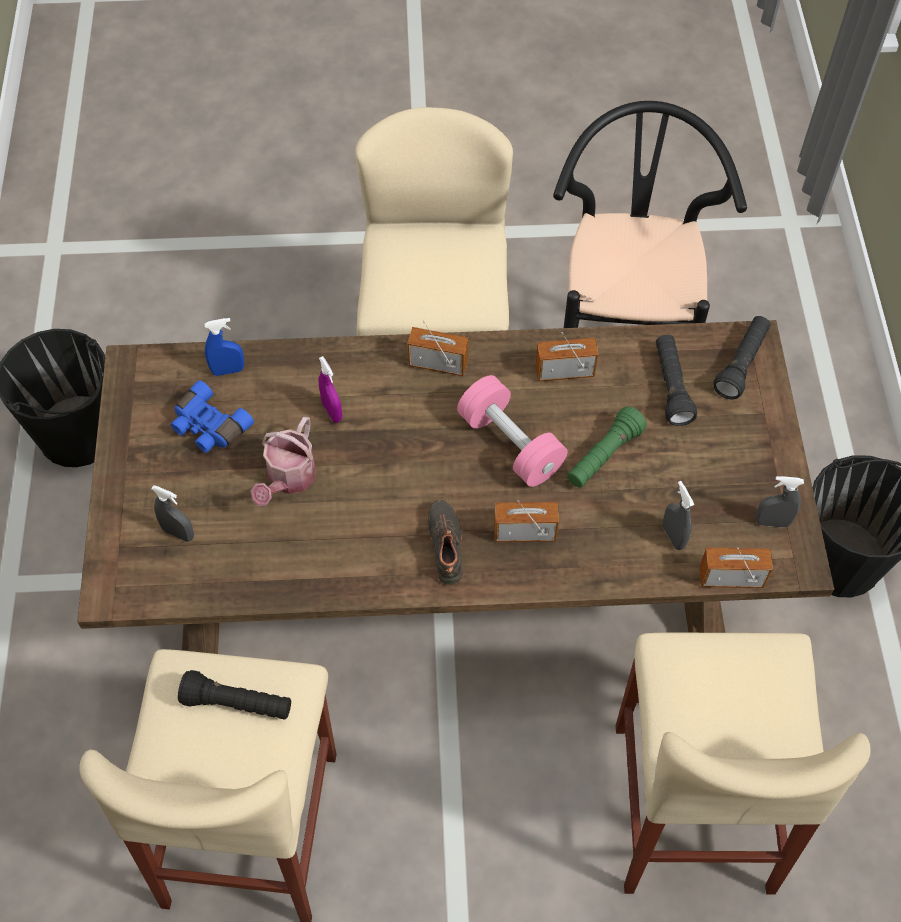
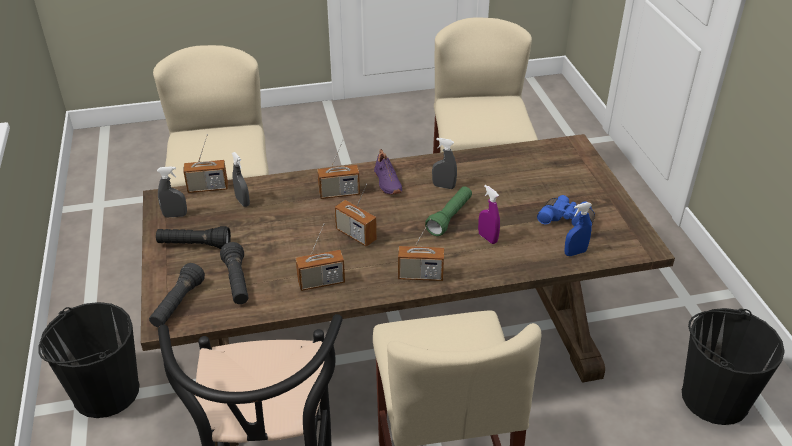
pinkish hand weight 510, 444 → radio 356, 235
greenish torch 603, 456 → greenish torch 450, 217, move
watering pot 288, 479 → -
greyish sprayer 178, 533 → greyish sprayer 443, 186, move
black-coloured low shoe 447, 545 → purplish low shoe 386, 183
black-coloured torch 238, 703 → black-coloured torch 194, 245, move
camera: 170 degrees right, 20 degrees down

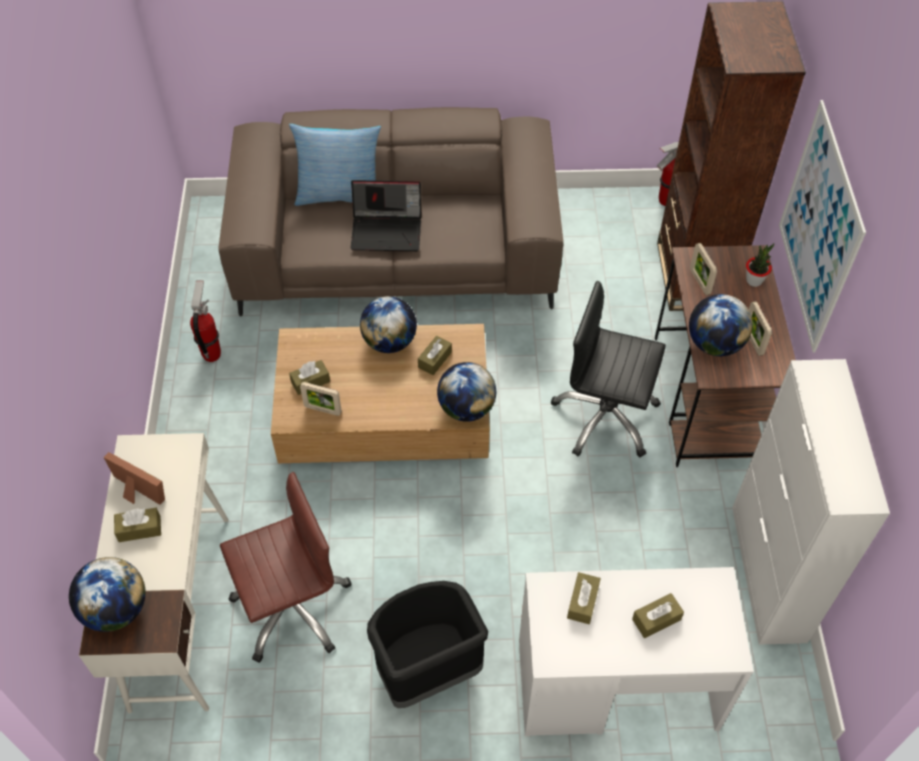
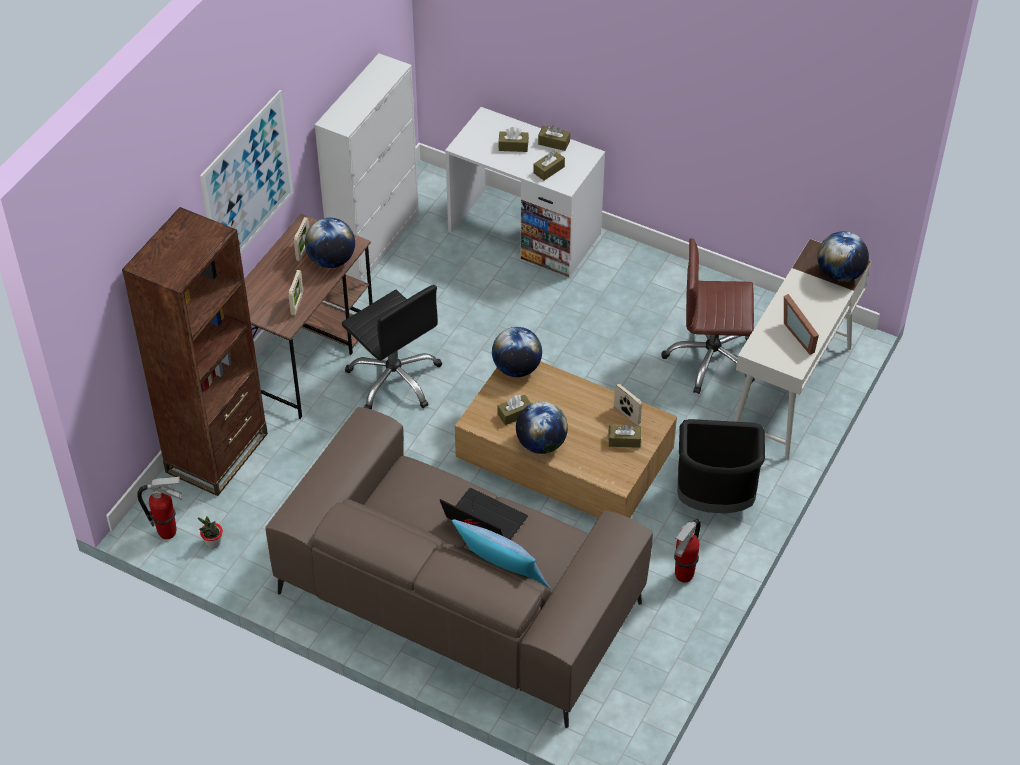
potted plant 754, 280 → potted plant 213, 543, move
brown-coloured tissue box 139, 529 → brown-coloured tissue box 554, 143, move
black-coloured waste bin 427, 670 → black-coloured waste bin 715, 500, move
camera: 150 degrees left, 5 degrees down

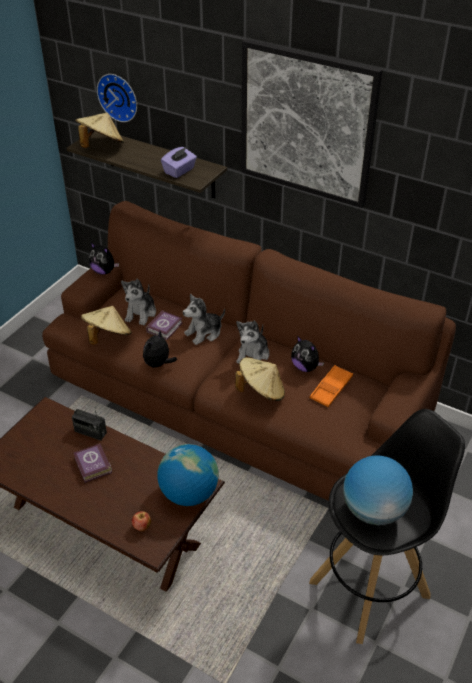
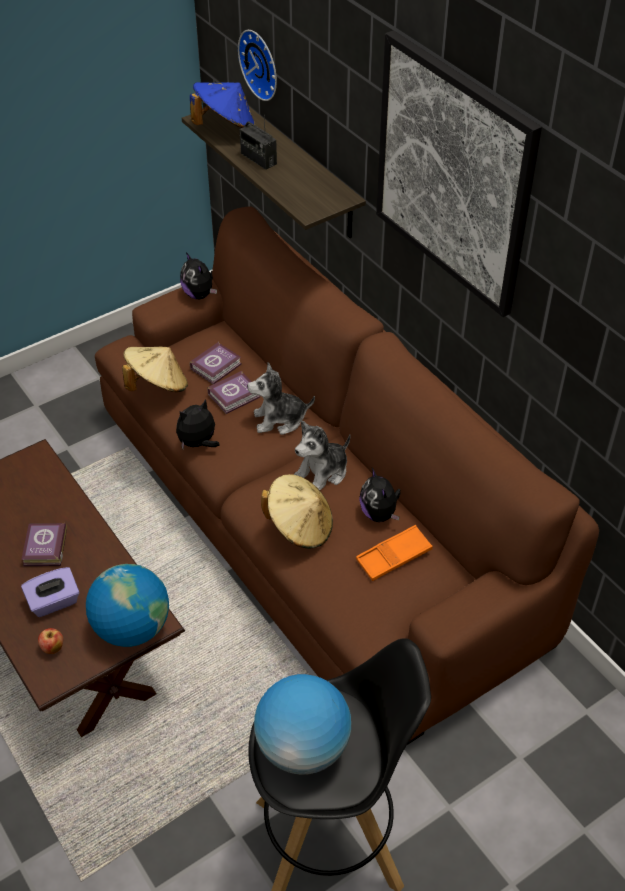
beige clothing hat 101, 146 → bluish clothing hat 225, 126
purplish tissue box 179, 171 → purplish tissue box 54, 602, move
plush toy 141, 313 → bound book 217, 366
radio 90, 432 → radio 258, 159, move
camera: 25 degrees right, 5 degrees up

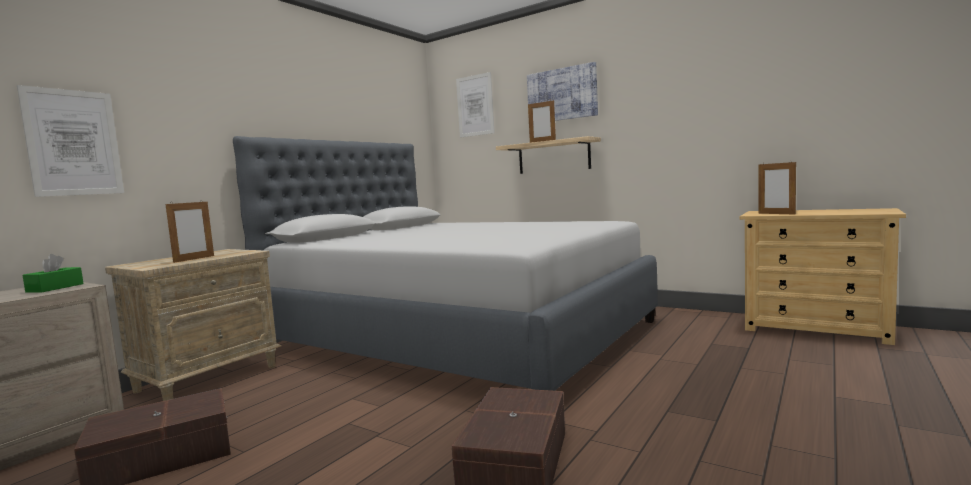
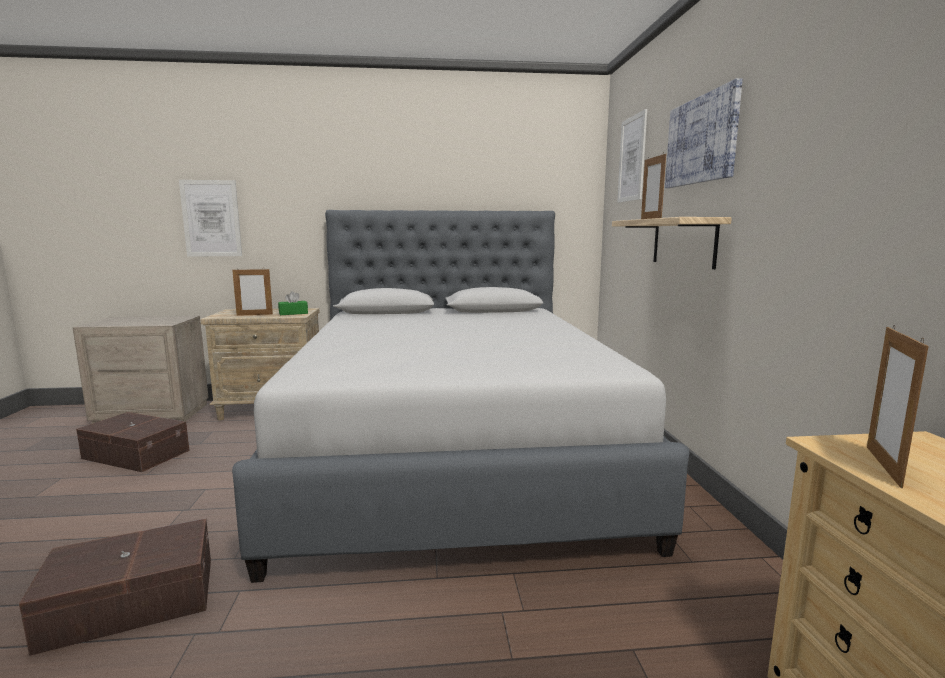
greenish tissue box 55, 288 → greenish tissue box 293, 313, move
camera: 50 degrees right, 5 degrees up

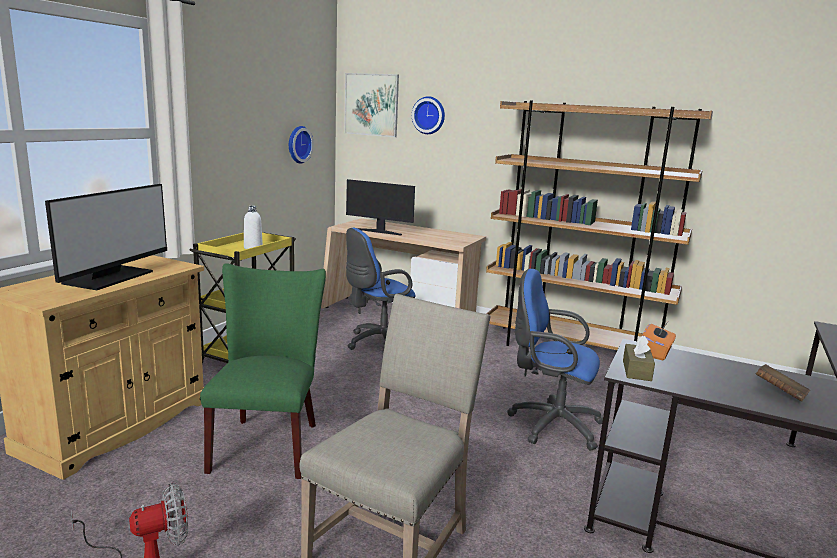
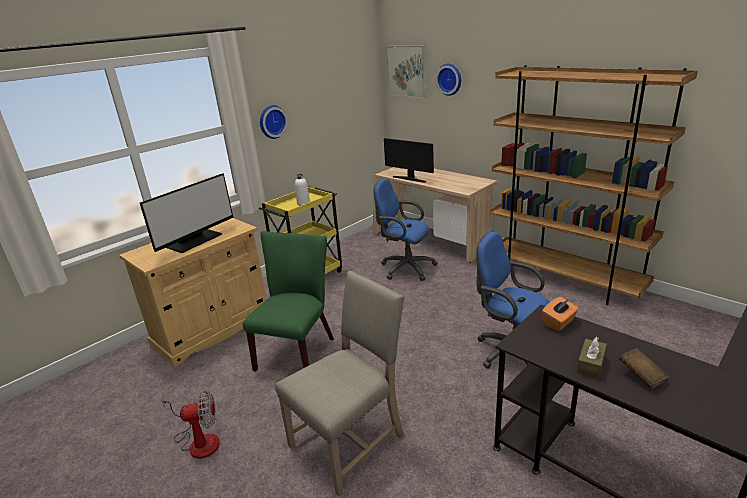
wall clock 298, 144 → wall clock 272, 121, move
bluish computer chair 378, 343 → bluish computer chair 405, 268, 45 degrees clockwise
brown-coloured tissue box 636, 370 → brown-coloured tissue box 590, 365, move
camera: 20 degrees right, 10 degrees up

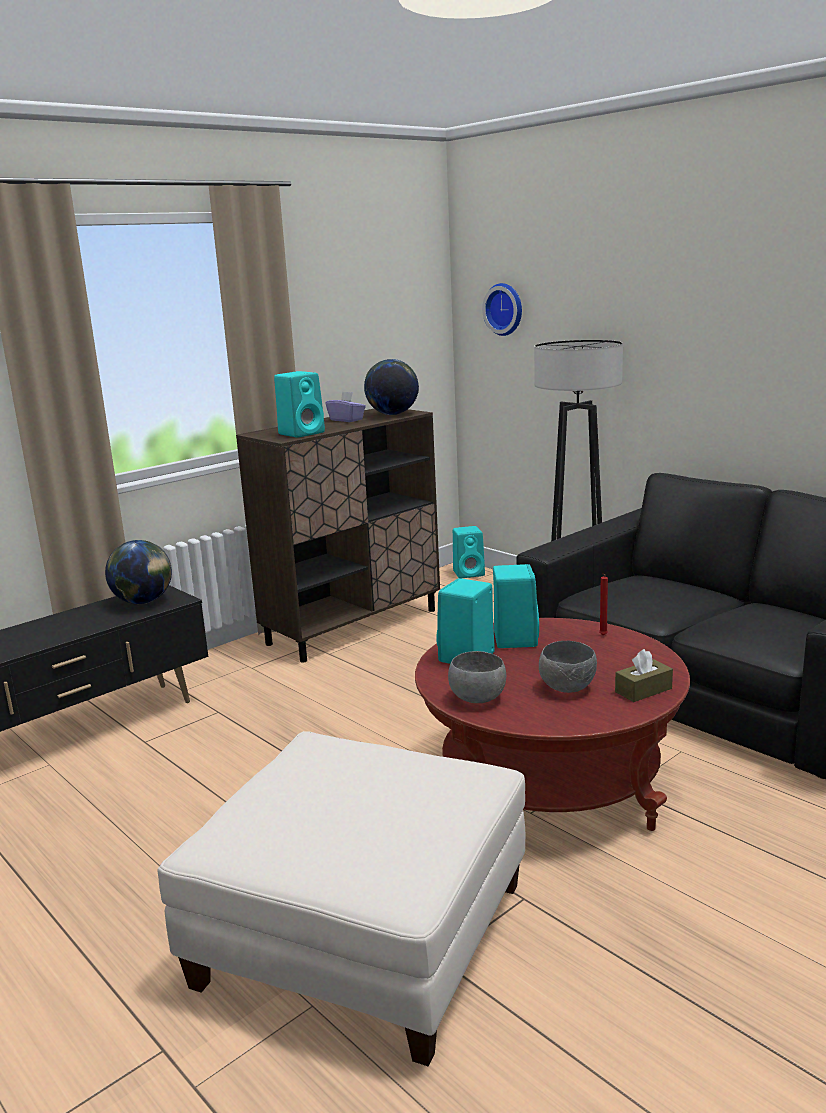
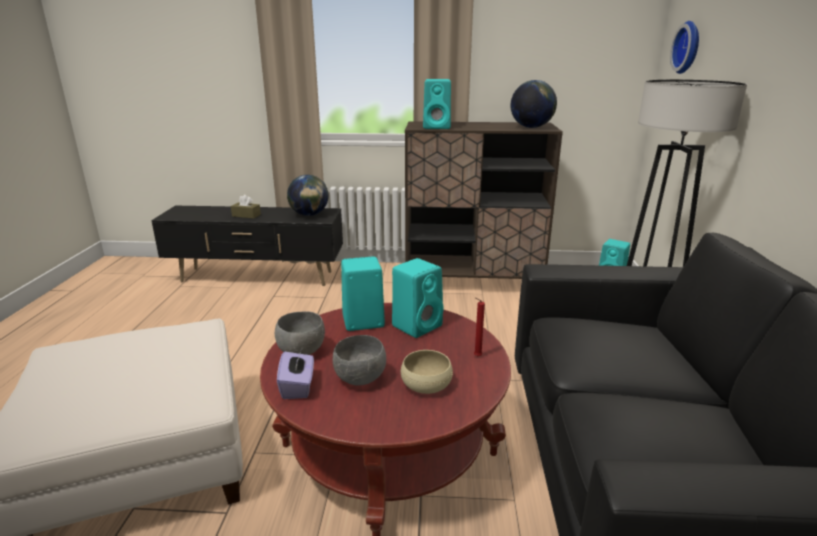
purplish tissue box 346, 420 → purplish tissue box 298, 387, move
brown-coloured tissue box 643, 690 → brown-coloured tissue box 246, 215, move
- → beige deep dish 426, 384
camera: 45 degrees right, 5 degrees up

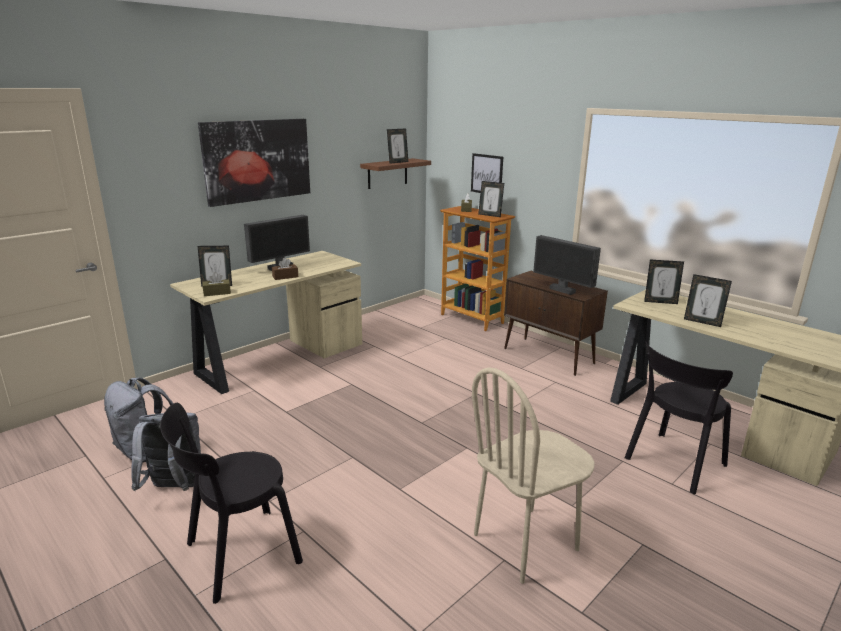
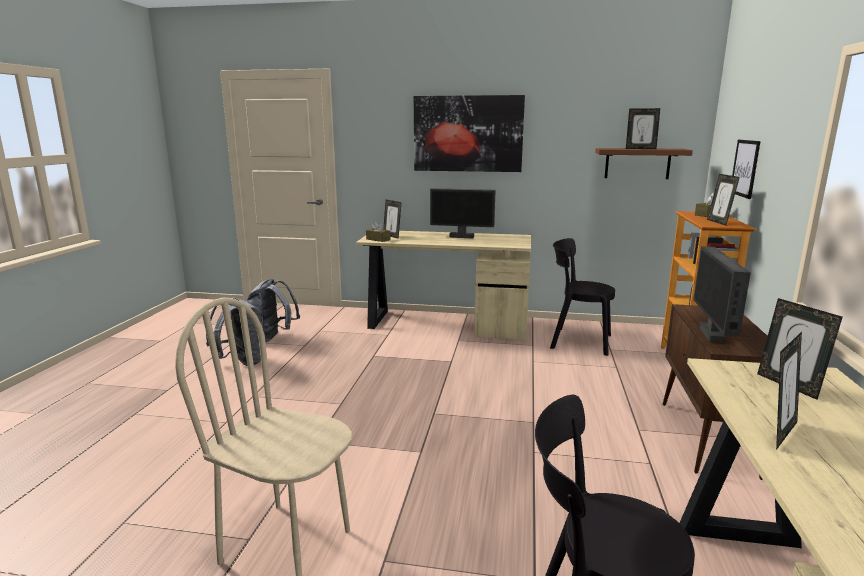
brown-coloured tissue box 285, 276 → -
picture frame 702, 322 → picture frame 780, 433, 135 degrees counterclockwise
black-coloured plain chair 237, 555 → black-coloured plain chair 577, 341, move
camera: 55 degrees right, 5 degrees down

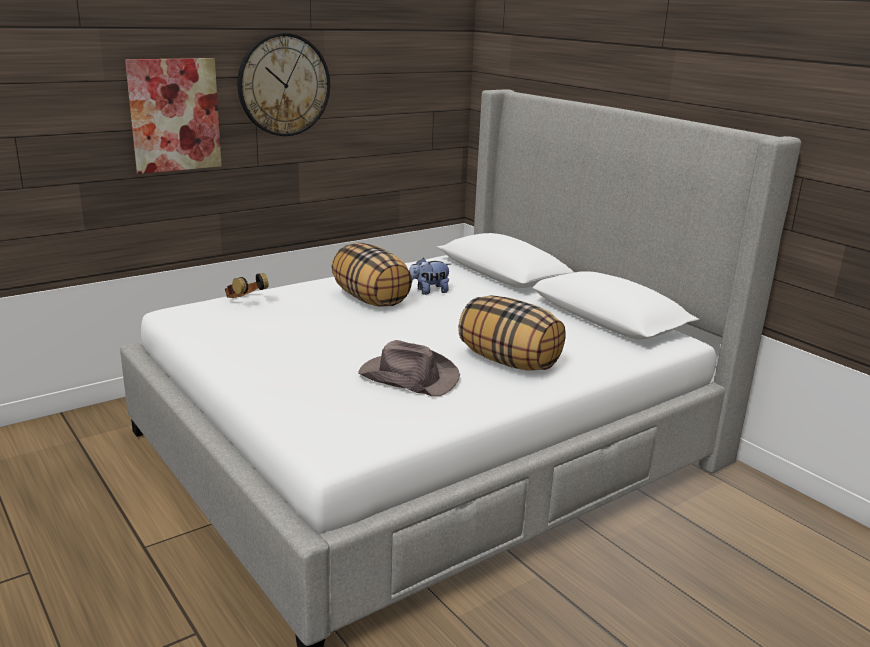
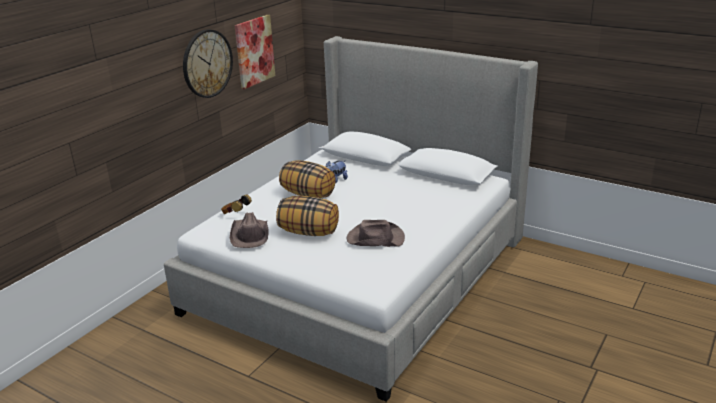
wall art 174, 115 → wall art 254, 51, move
pillow 509, 361 → pillow 309, 232, move
- → brown-coloured clothing hat 250, 235
camera: 20 degrees left, 5 degrees up

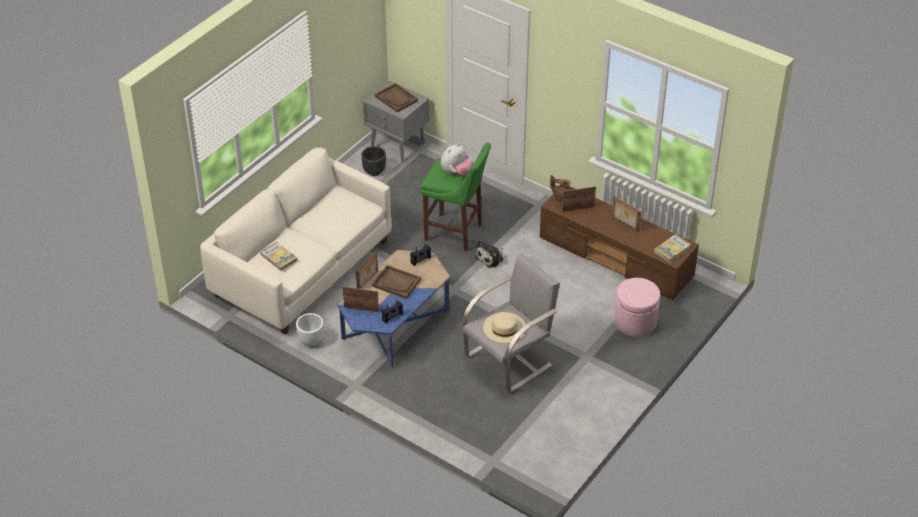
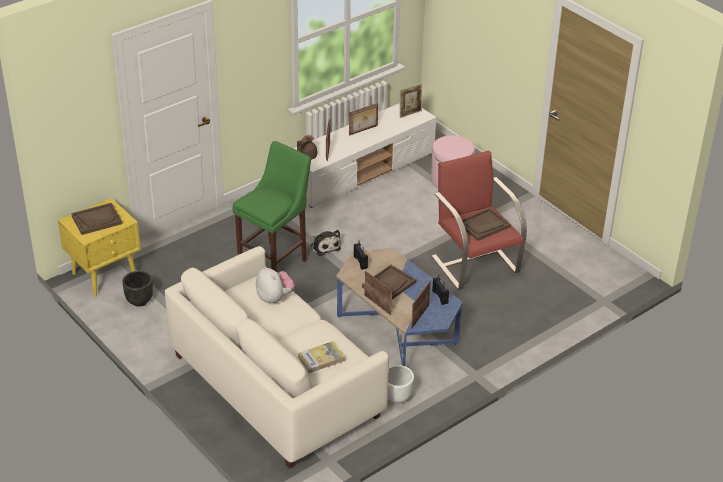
greyish bedside table 398, 146 → yellowish bedside table 105, 275
plush toy 457, 173 → plush toy 274, 298, move
brown-coloured tv stand 616, 258 → white tv stand 362, 171
bound book 672, 249 → picture frame 410, 113
greyish lounge chair 509, 360 → red lounge chair 474, 264
beige clothing hat 504, 327 → brown-coloured serving tray 483, 225
camera: 75 degrees left, 5 degrees down

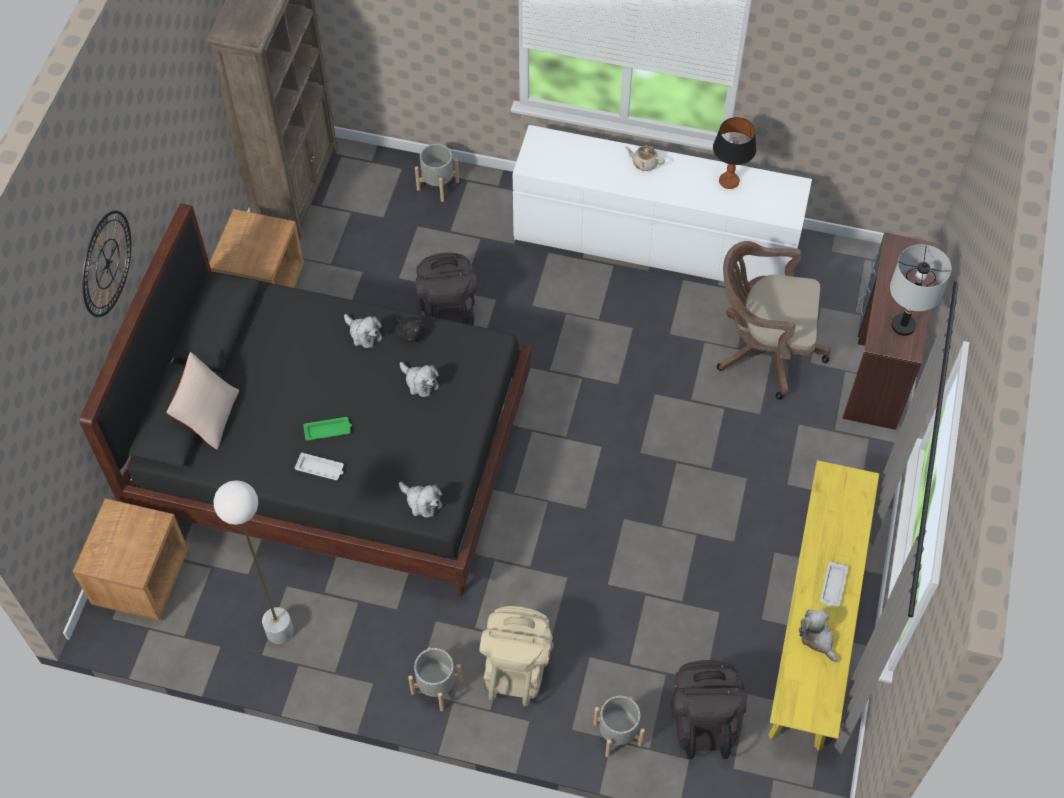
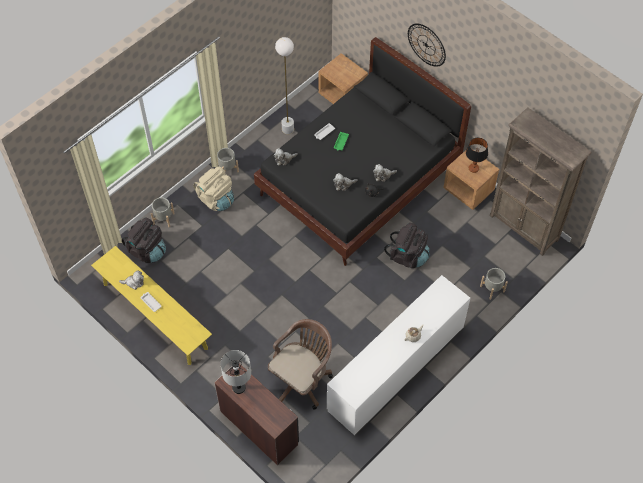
tabletop lamp 729, 182 → tabletop lamp 473, 168, move
beige pillow 208, 416 → -
camera: 120 degrees right, 0 degrees up

